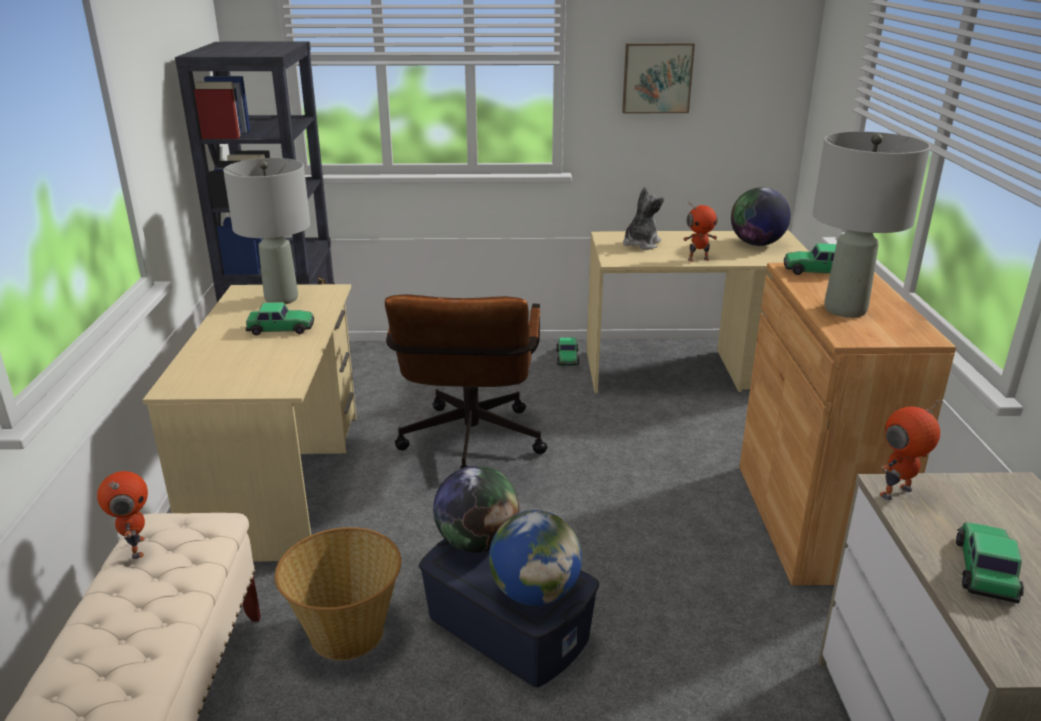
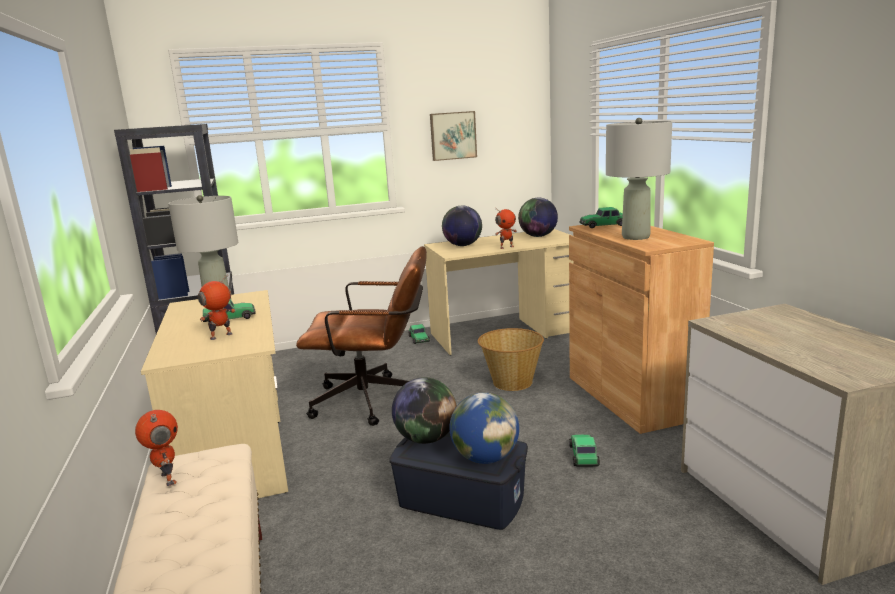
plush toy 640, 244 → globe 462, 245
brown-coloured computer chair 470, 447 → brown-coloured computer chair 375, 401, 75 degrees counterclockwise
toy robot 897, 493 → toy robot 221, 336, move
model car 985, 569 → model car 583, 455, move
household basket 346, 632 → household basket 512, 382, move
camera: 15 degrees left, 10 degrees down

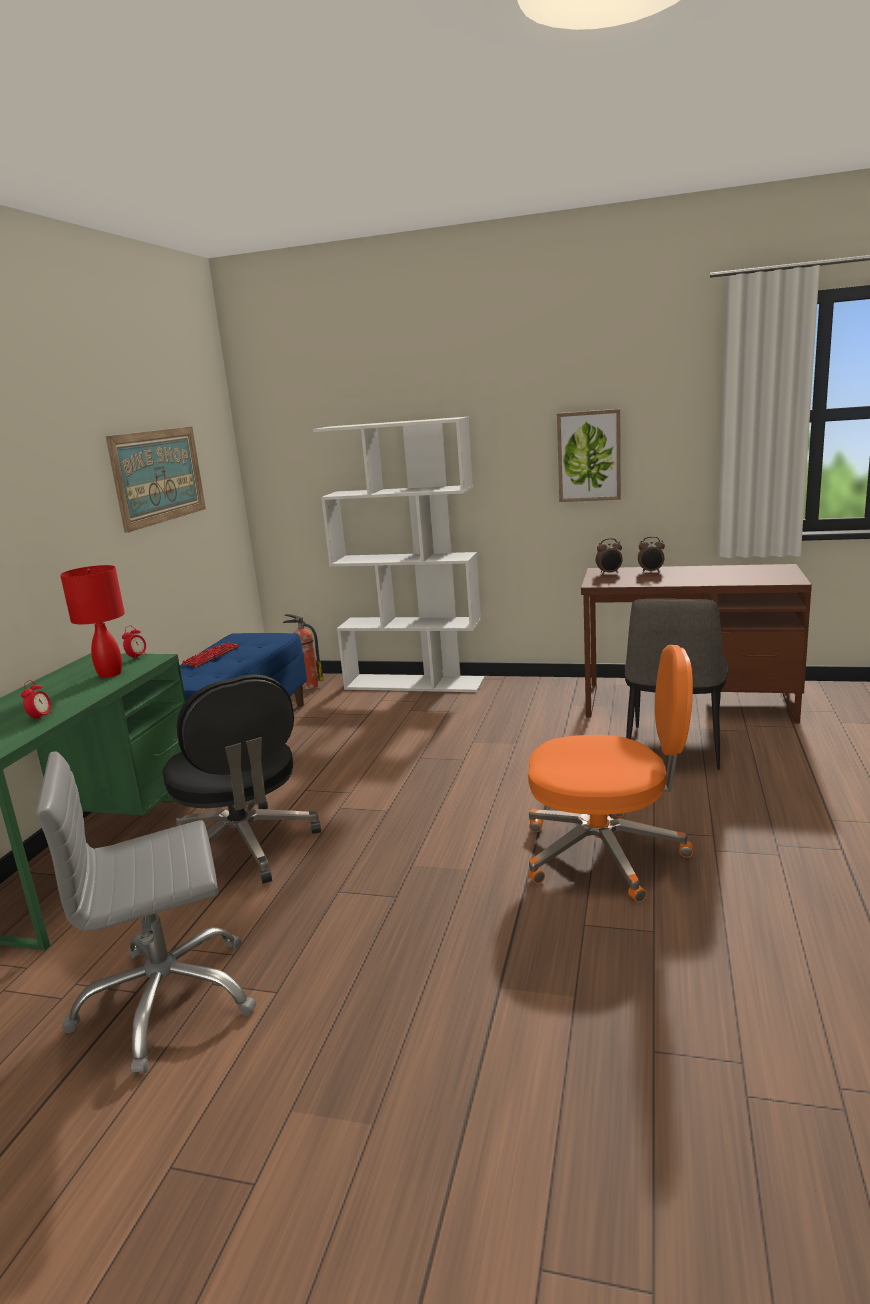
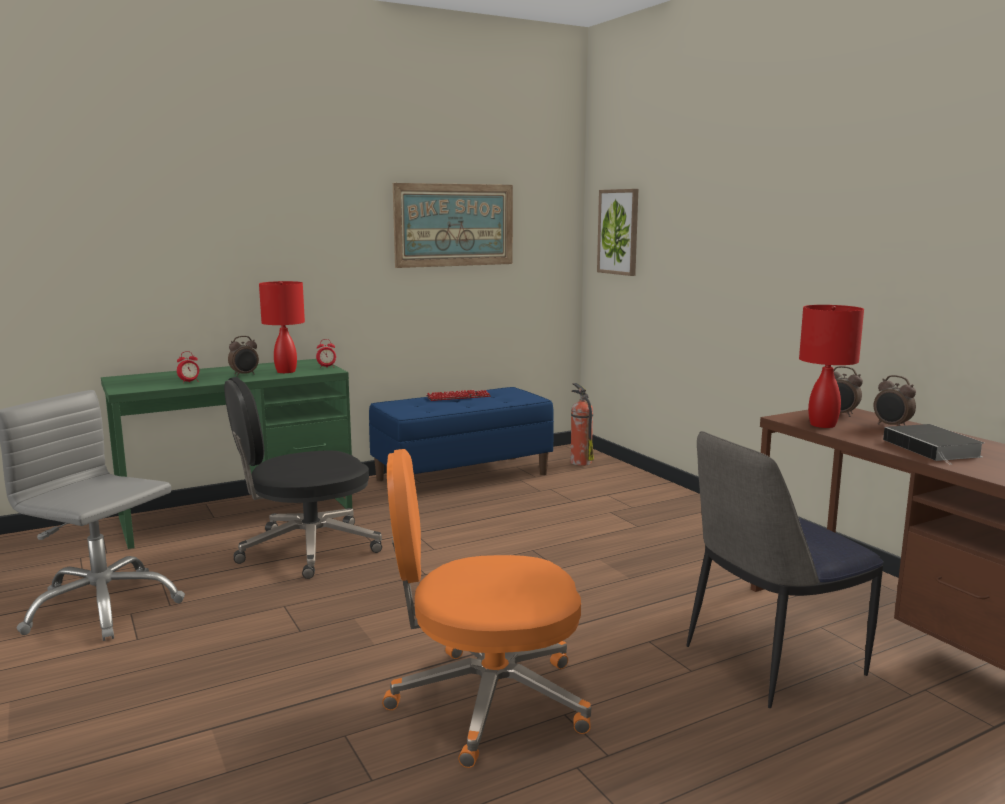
wall art 589, 456 → wall art 618, 232, move
white bookcase 415, 683 → -
orange computer chair 606, 853 → orange computer chair 485, 702, 120 degrees clockwise
black-coloured computer chair 244, 847 → black-coloured computer chair 306, 549, 45 degrees clockwise
- → red tabletop lamp 823, 425
- → table clock 245, 375
- → bound book 934, 449
camera: 45 degrees right, 5 degrees down

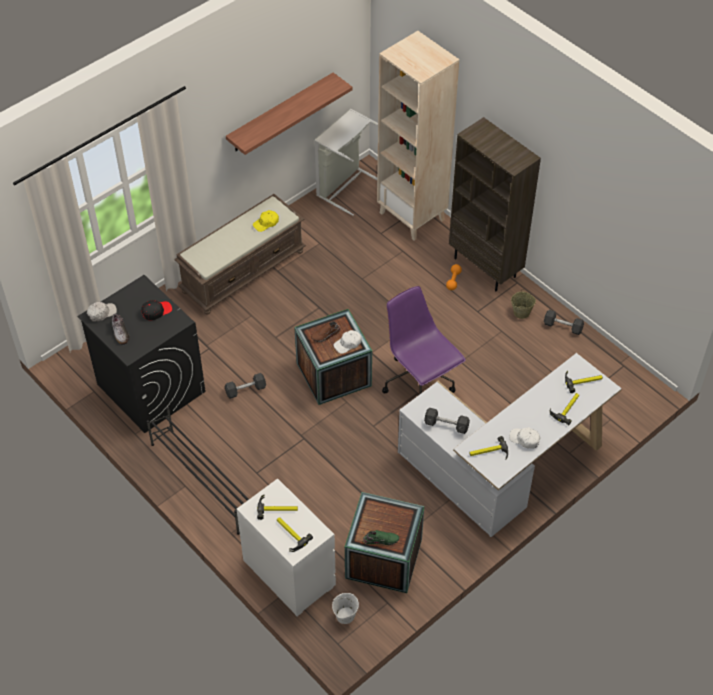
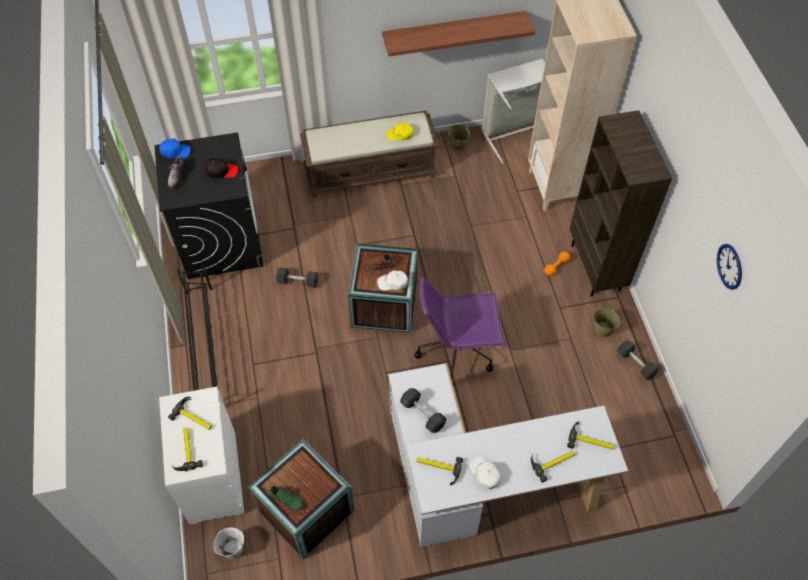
purplish computer chair 419, 383 → purplish computer chair 457, 352, 90 degrees counterclockwise
white baseball cap 101, 313 → bluish baseball cap 175, 151
- → beige bucket 458, 145
- → wall clock 729, 266
camera: 30 degrees right, 5 degrees up

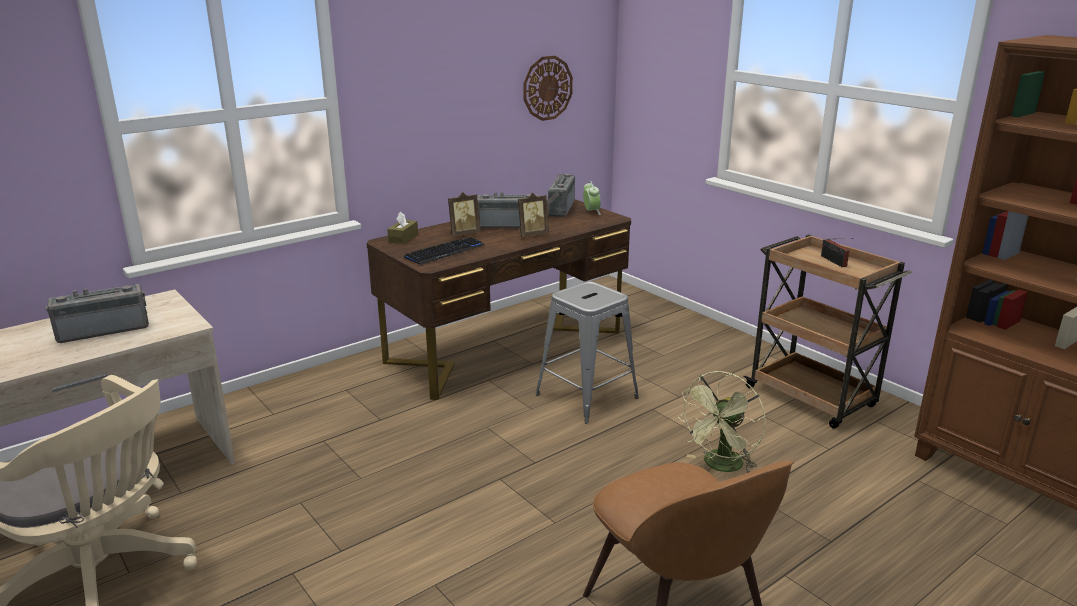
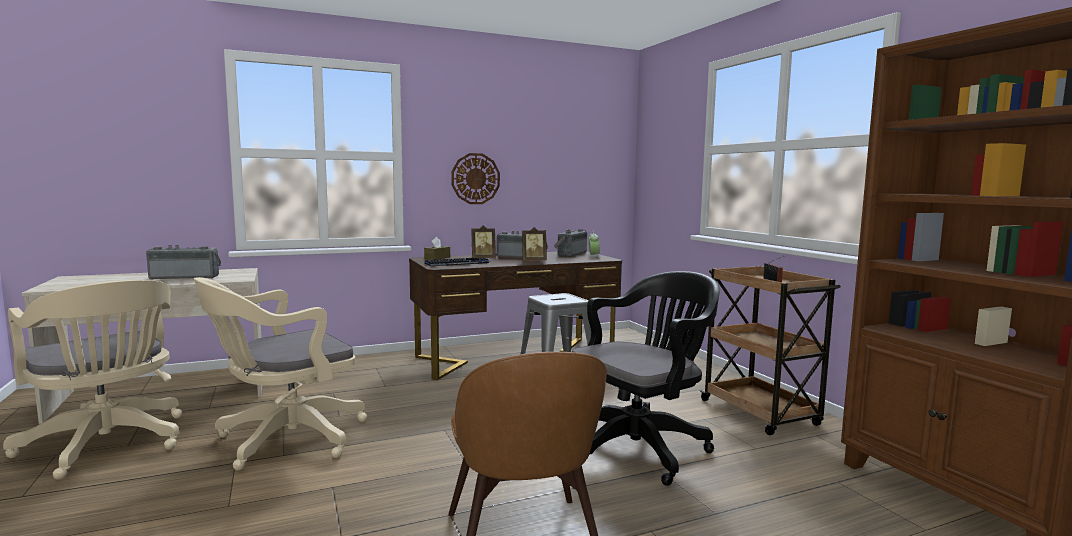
wall clock 547, 88 → wall clock 475, 178, move
greenish electric fan 720, 466 → black-coloured computer chair 641, 447
- → beige computer chair 285, 440
camera: 15 degrees right, 15 degrees down

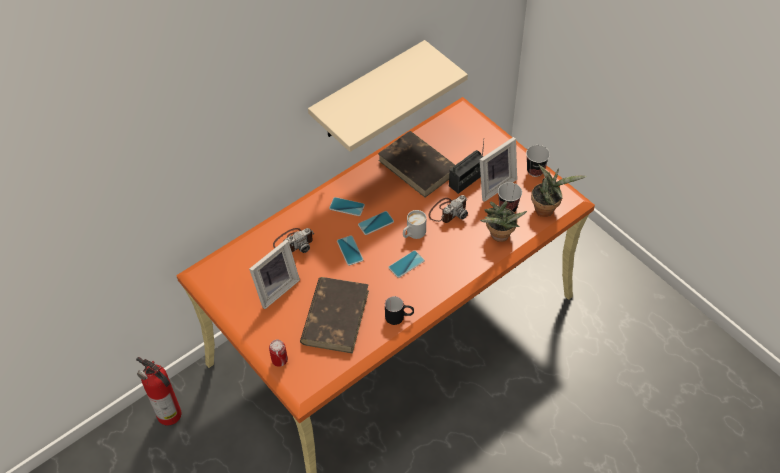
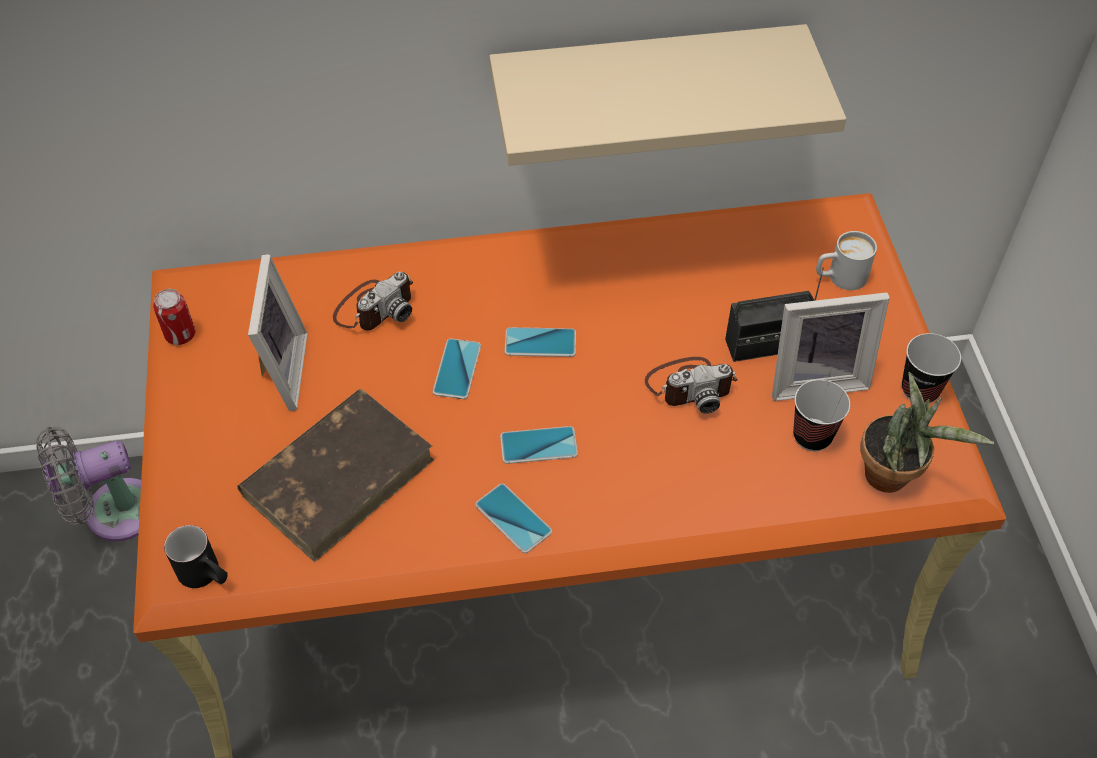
brown-coloured bound book 418, 166 → -
telephone 347, 207 → telephone 513, 519, move
potted plant 499, 237 → -
white mug 413, 234 → white mug 839, 277, move
photo camera 294, 242 → photo camera 375, 307, 45 degrees counterclockwise
picture frame 275, 288 → picture frame 279, 371, 75 degrees counterclockwise
black-coloured mug 399, 317 → black-coloured mug 206, 575, move
metal can 279, 360 → metal can 180, 335, move
fire-fighting cylinder 170, 415 → greyish electric fan 113, 513
camera: 30 degrees right, 0 degrees up

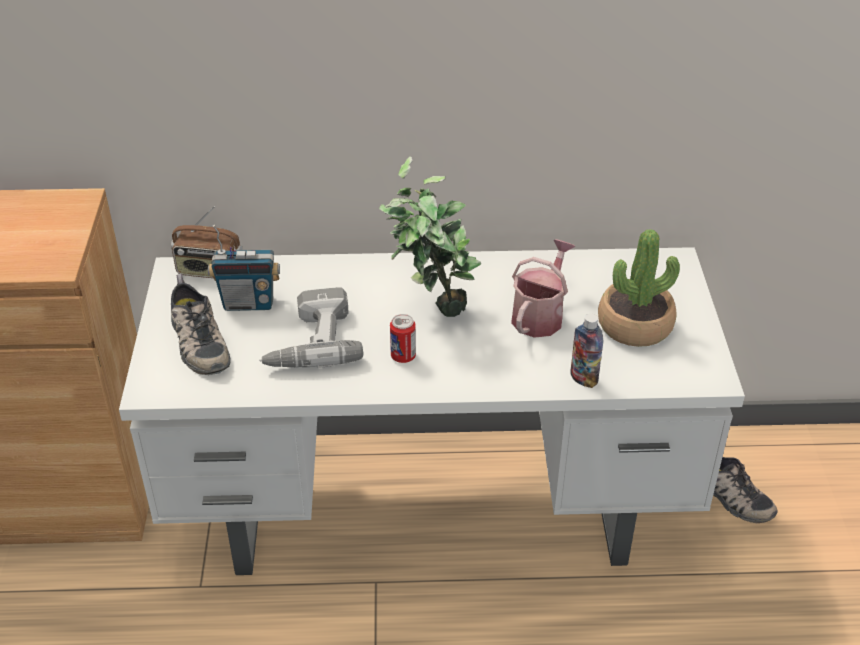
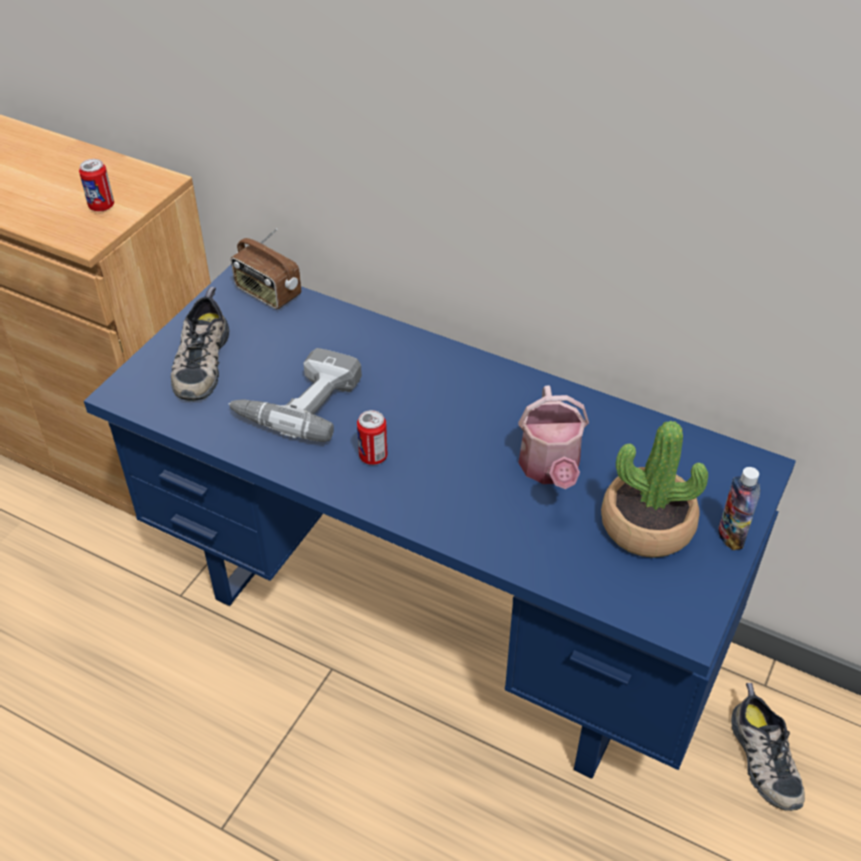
potted plant 432, 309 → -
radio 248, 303 → -
watering pot 540, 315 → watering pot 550, 469, 120 degrees clockwise
white desk unit 431, 510 → bluish desk unit 433, 621
beverage bottle 583, 379 → beverage bottle 731, 536, move
- → metal can 101, 206
camera: 30 degrees right, 5 degrees up

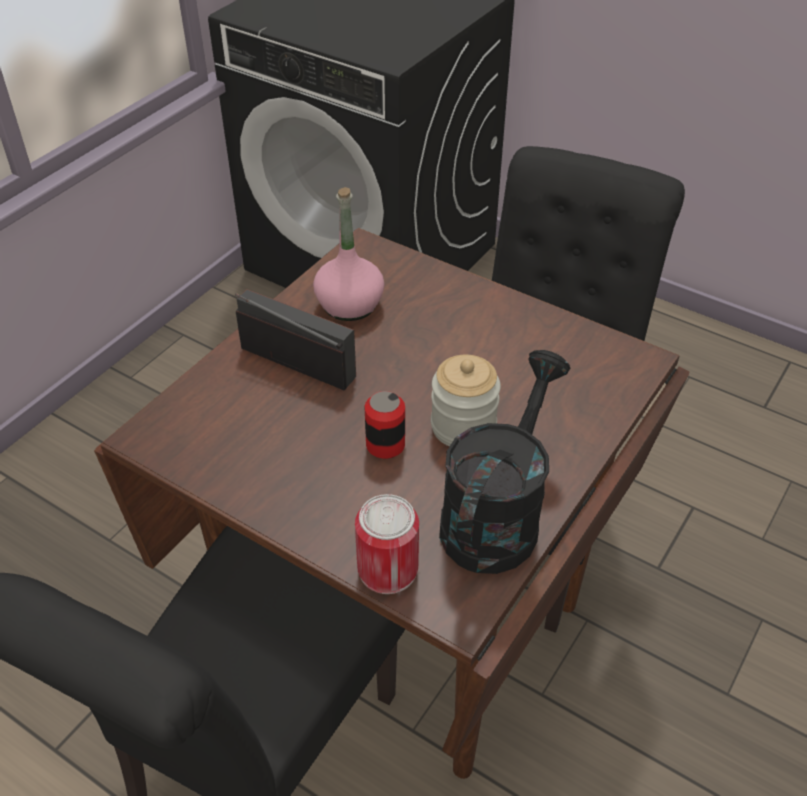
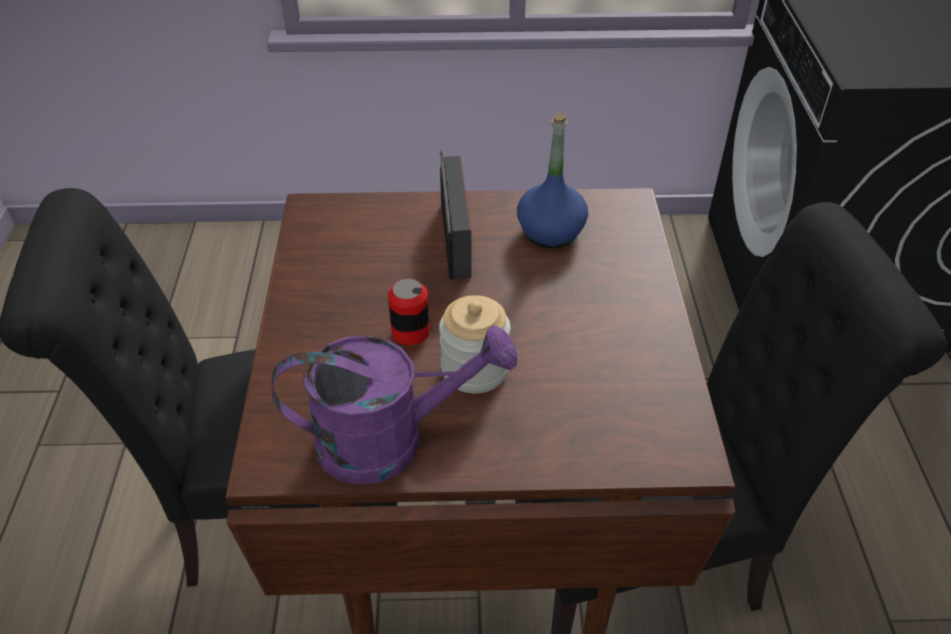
pinkish beverage bottle 349, 305 → bluish beverage bottle 550, 232
black-coloured watering pot 496, 515 → purplish watering pot 390, 439
metal can 387, 569 → -
camera: 55 degrees right, 0 degrees up

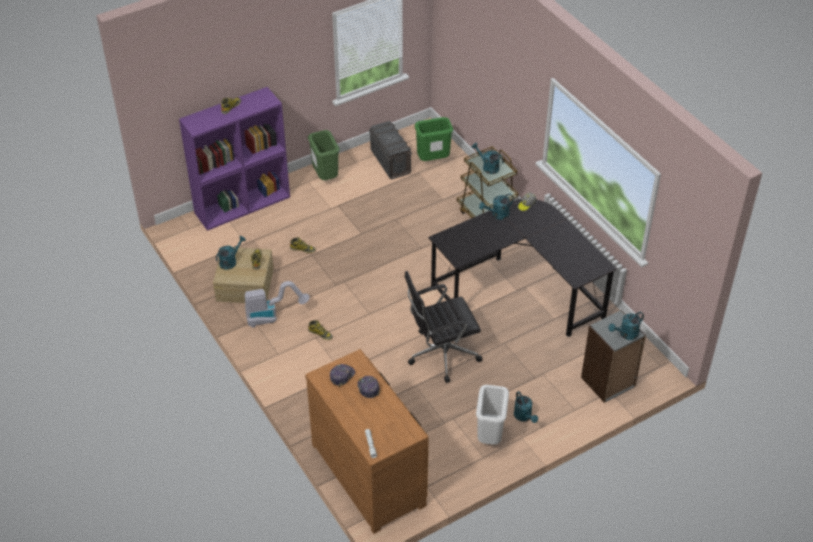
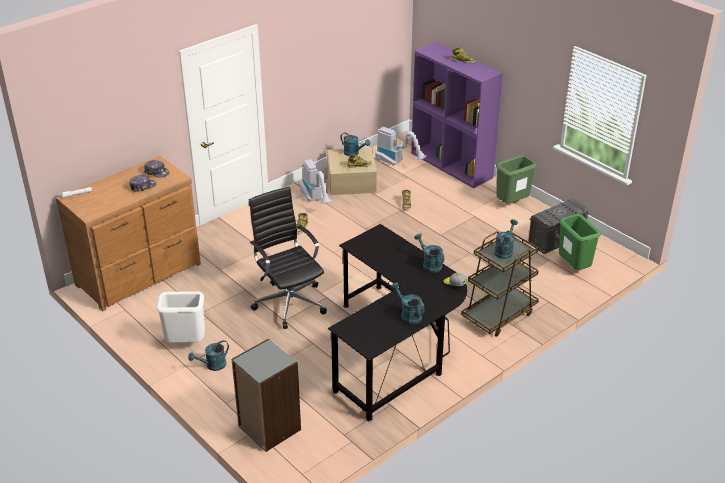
turquoise-coloured watering pot 626, 334 → turquoise-coloured watering pot 408, 315, move
- → hoover 397, 162
camera: 80 degrees right, 10 degrees down

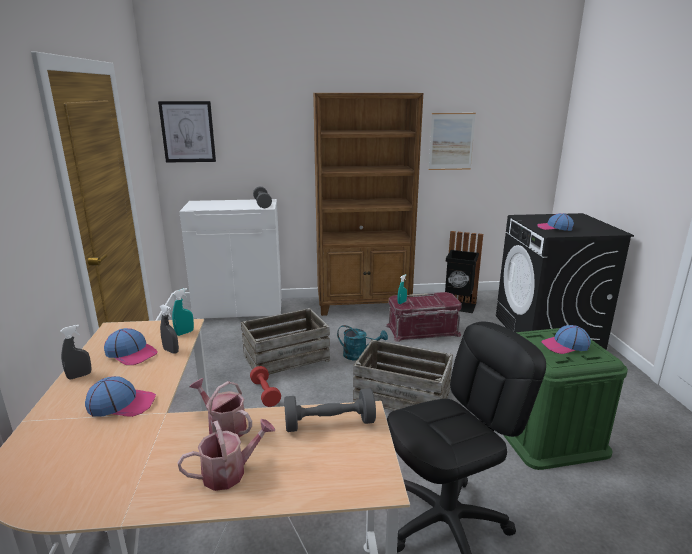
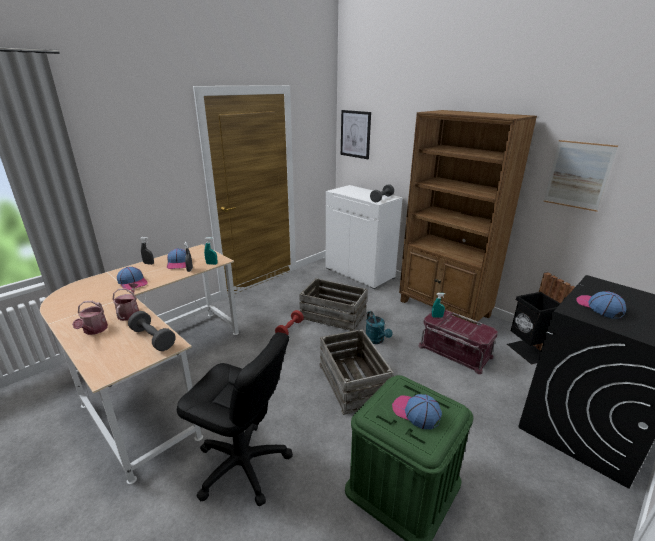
watering pot 230, 472 → watering pot 94, 330, 60 degrees clockwise
camera: 50 degrees right, 5 degrees up

